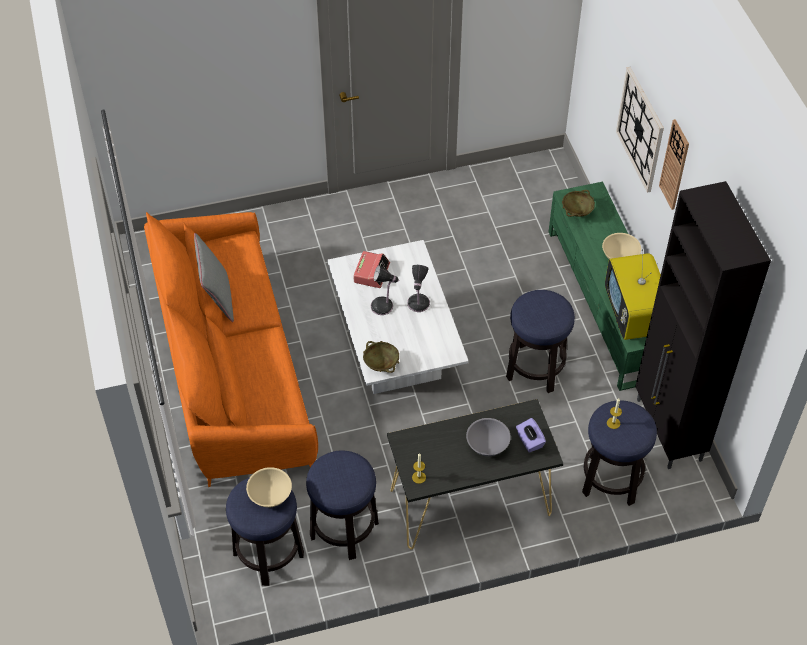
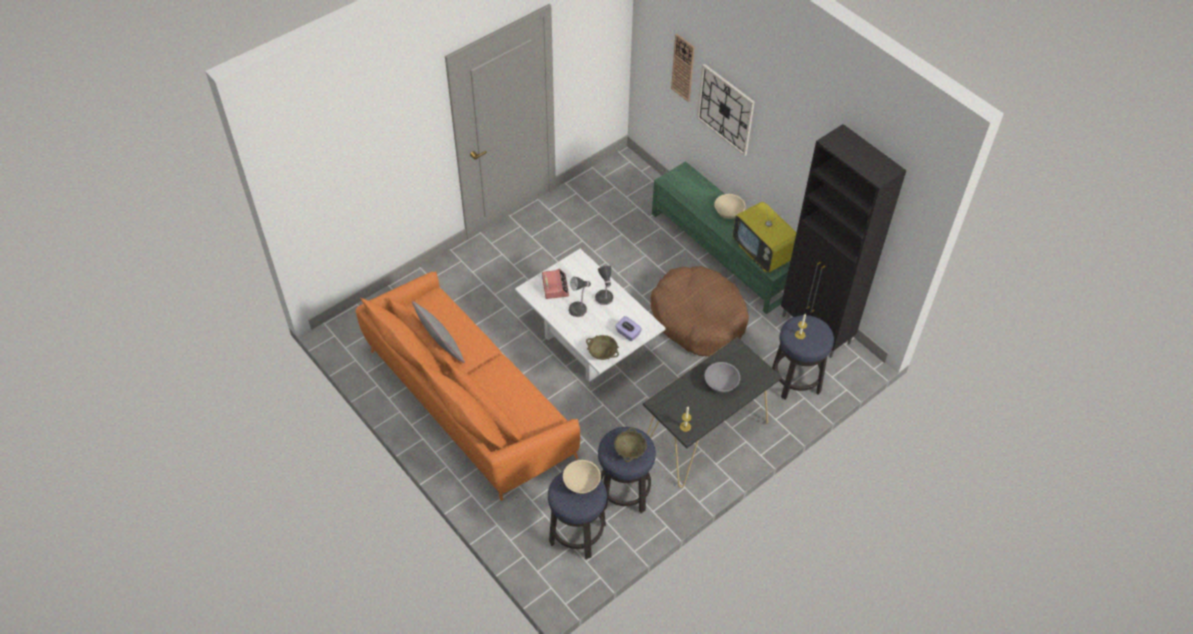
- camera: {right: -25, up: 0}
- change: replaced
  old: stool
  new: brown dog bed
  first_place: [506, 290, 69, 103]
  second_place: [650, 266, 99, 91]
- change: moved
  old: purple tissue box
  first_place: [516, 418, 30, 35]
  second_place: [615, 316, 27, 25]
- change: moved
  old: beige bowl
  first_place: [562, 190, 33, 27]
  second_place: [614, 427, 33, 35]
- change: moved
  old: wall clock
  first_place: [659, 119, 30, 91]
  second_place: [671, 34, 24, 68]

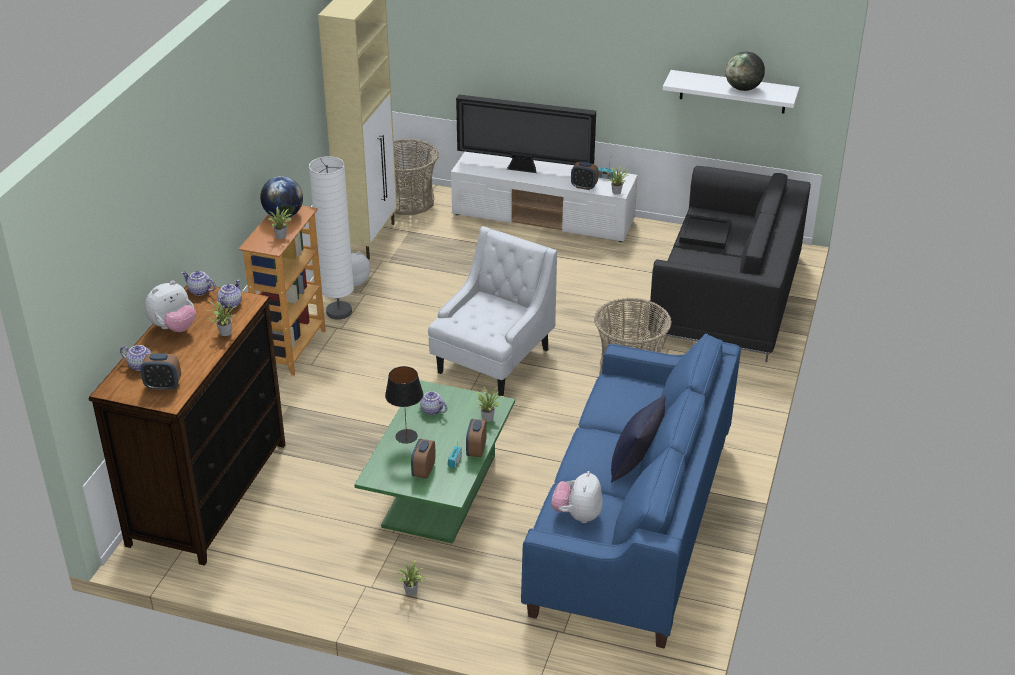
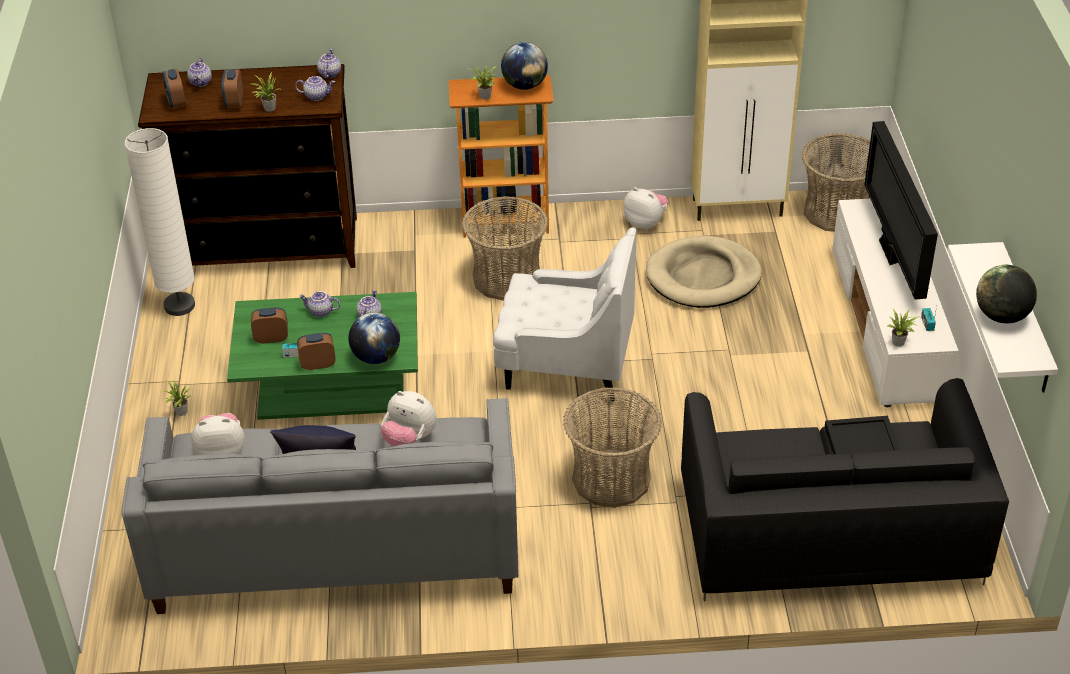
- camera: {right: 70, up: 5}
- change: moved
  old: plush toy
  first_place: [144, 281, 52, 51]
  second_place: [381, 391, 56, 55]
- change: moved
  old: white floor lamp
  first_place: [309, 156, 45, 164]
  second_place: [125, 128, 70, 188]
- change: replaced
  old: black table lamp
  new: teapot
  first_place: [385, 366, 38, 78]
  second_place: [299, 291, 41, 26]
- change: replaced
  old: potted plant
  new: globe
  first_place: [476, 387, 28, 35]
  second_place: [348, 313, 52, 51]
- change: recoloured
  old: blue sofa
  new: grey sofa
  first_place: [521, 333, 220, 316]
  second_place: [122, 397, 397, 217]
- change: moved
  old: alarm clock
  first_place: [571, 162, 27, 28]
  second_place: [221, 69, 22, 39]
- change: added
  new: basket
  second_place: [462, 196, 86, 105]
- change: added
  new: beige dog bed
  second_place: [646, 236, 116, 72]

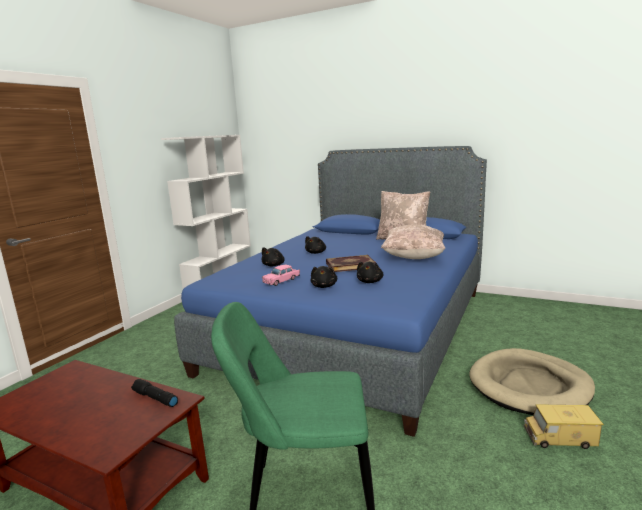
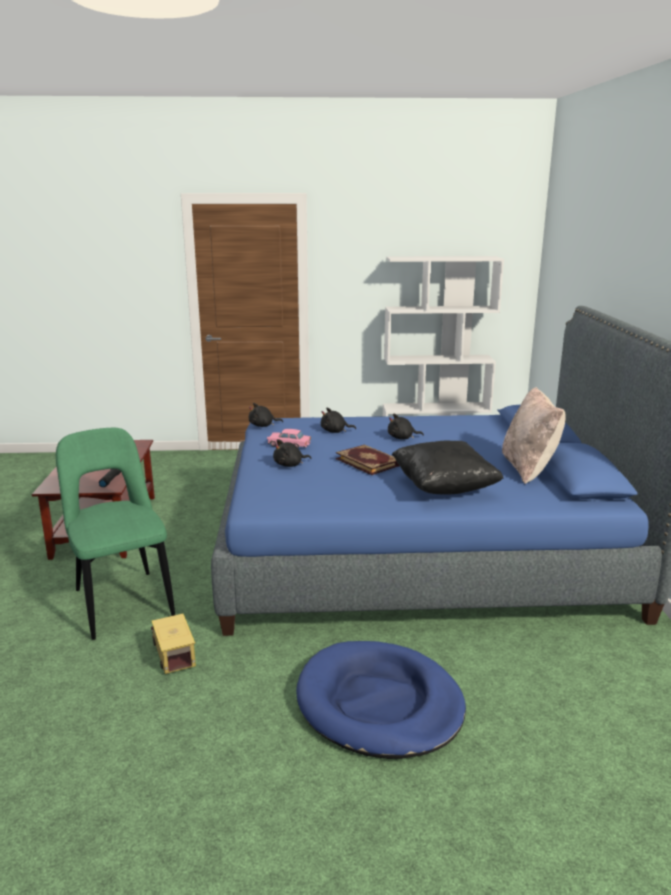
- camera: {right: 60, up: 5}
- change: moved
  old: black plush toy
  first_place: [357, 262, 27, 21]
  second_place: [249, 403, 34, 24]
- change: recoloured
  old: beige pillow
  new: black pillow
  first_place: [381, 225, 64, 34]
  second_place: [392, 440, 111, 54]
- change: recoloured
  old: beige dog bed
  new: blue dog bed
  first_place: [469, 348, 126, 67]
  second_place: [296, 641, 170, 118]
- change: moved
  old: toy truck
  first_place: [524, 404, 80, 45]
  second_place: [151, 614, 45, 60]

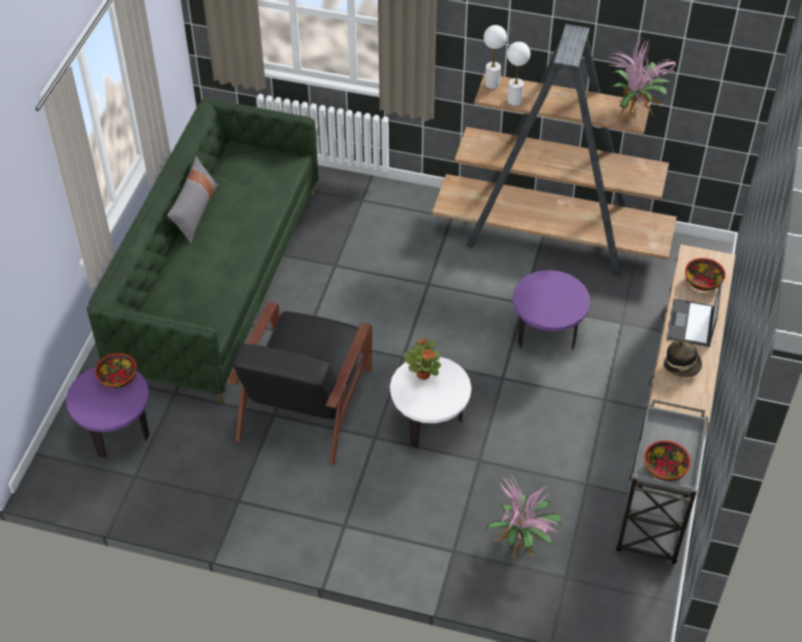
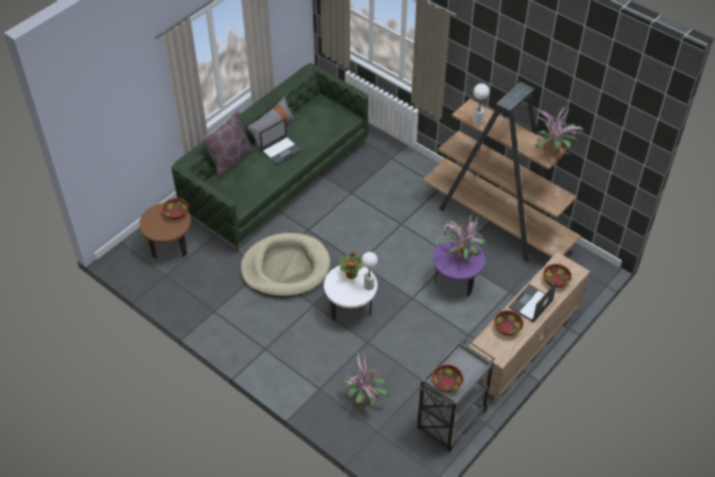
- camera: {right: 25, up: 0}
- change: recoloured
  old: purple side table
  new: brown side table
  first_place: [66, 367, 83, 91]
  second_place: [139, 203, 52, 56]
- change: replaced
  old: black armchair
  new: beige dog bed
  first_place: [227, 302, 145, 163]
  second_place: [240, 233, 90, 65]
- change: moved
  old: white table lamp
  first_place: [484, 25, 23, 64]
  second_place: [362, 252, 16, 38]
- change: replaced
  old: hat
  new: bowl
  first_place: [664, 340, 38, 37]
  second_place: [494, 310, 29, 26]
- change: added
  new: brown pillow
  second_place: [202, 111, 52, 67]
- change: added
  new: laptop
  second_place: [259, 118, 43, 47]
- change: added
  new: potted plant
  second_place: [439, 214, 46, 46]

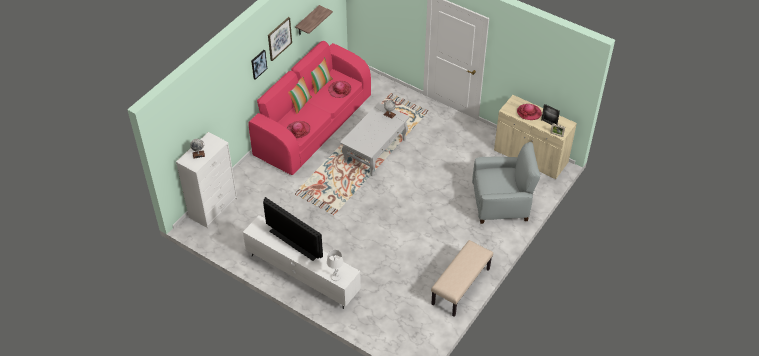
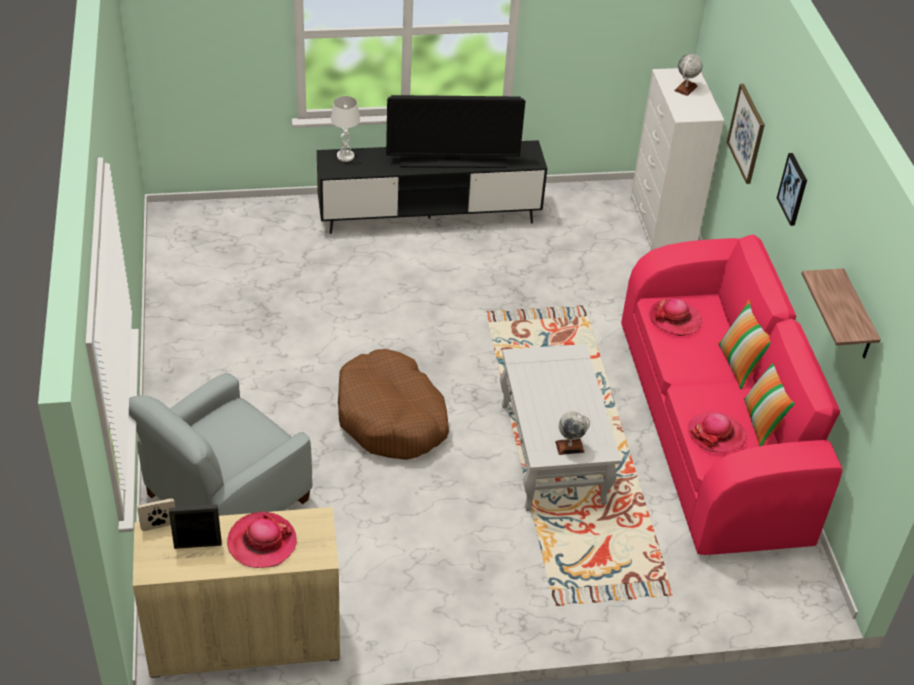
- camera: {right: 135, up: -5}
- change: recoloured
  old: white tv stand
  new: black tv stand
  first_place: [243, 215, 118, 94]
  second_place: [317, 140, 230, 94]
- change: moved
  old: picture
  first_place: [268, 17, 24, 44]
  second_place: [727, 84, 38, 100]
- change: removed
  old: beige bench
  first_place: [431, 240, 62, 77]
- change: added
  new: brown dog bed
  second_place: [338, 349, 111, 111]

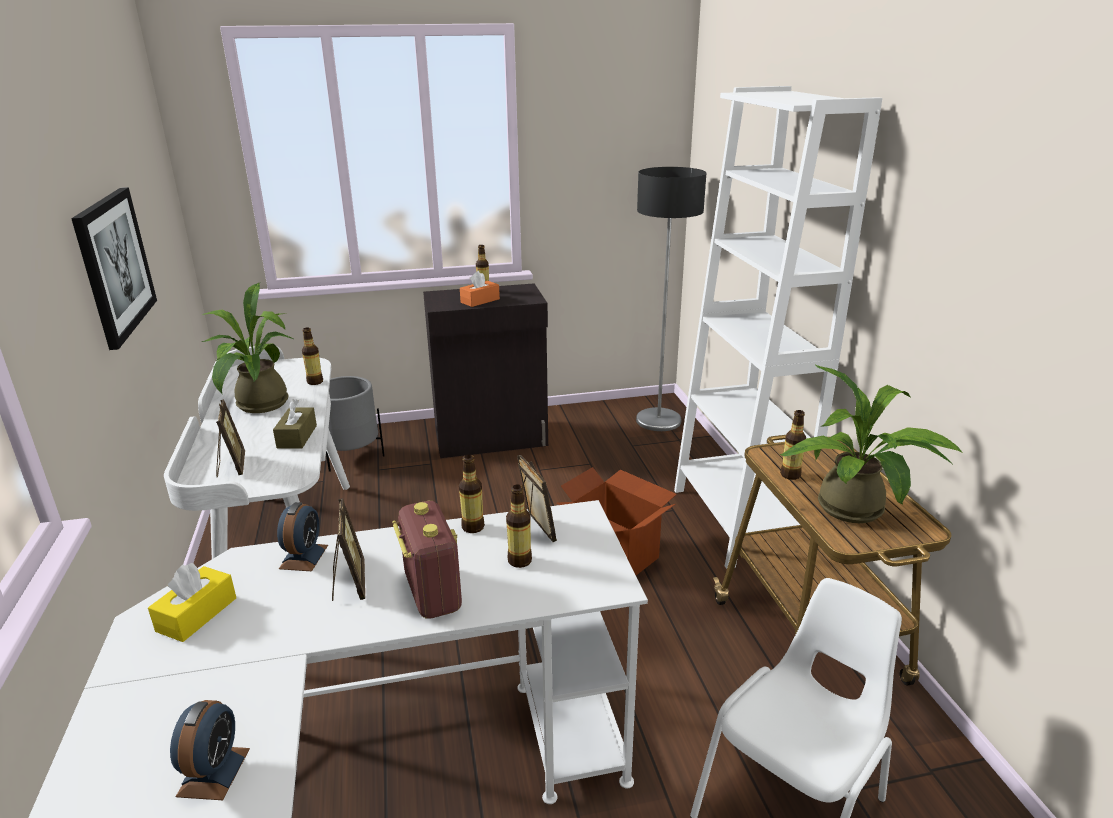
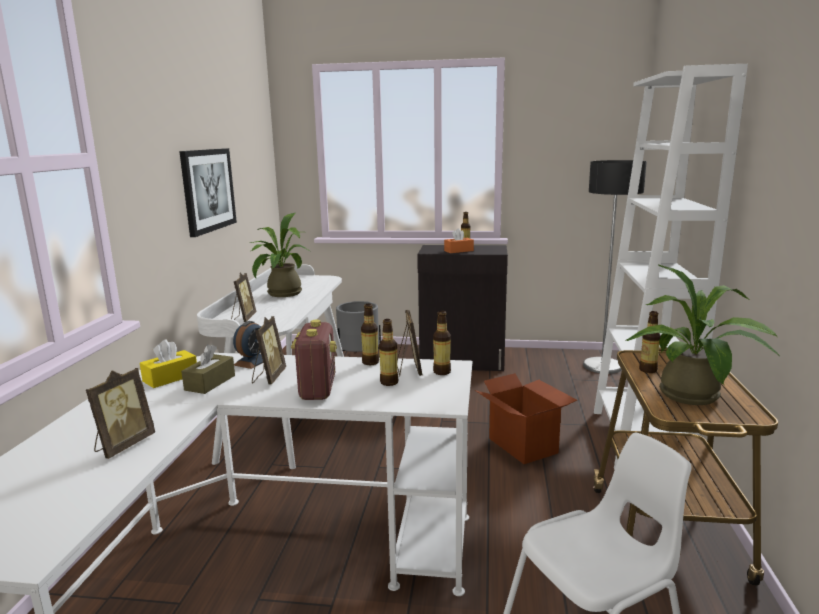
- camera: {right: 20, up: -10}
- change: replaced
  old: alarm clock
  new: picture frame
  first_place: [170, 700, 80, 100]
  second_place: [86, 368, 69, 91]
- change: moved
  old: brown tissue box
  first_place: [273, 399, 44, 50]
  second_place: [181, 344, 54, 50]
- change: moved
  old: bottle
  first_place: [302, 327, 21, 58]
  second_place: [433, 311, 18, 64]

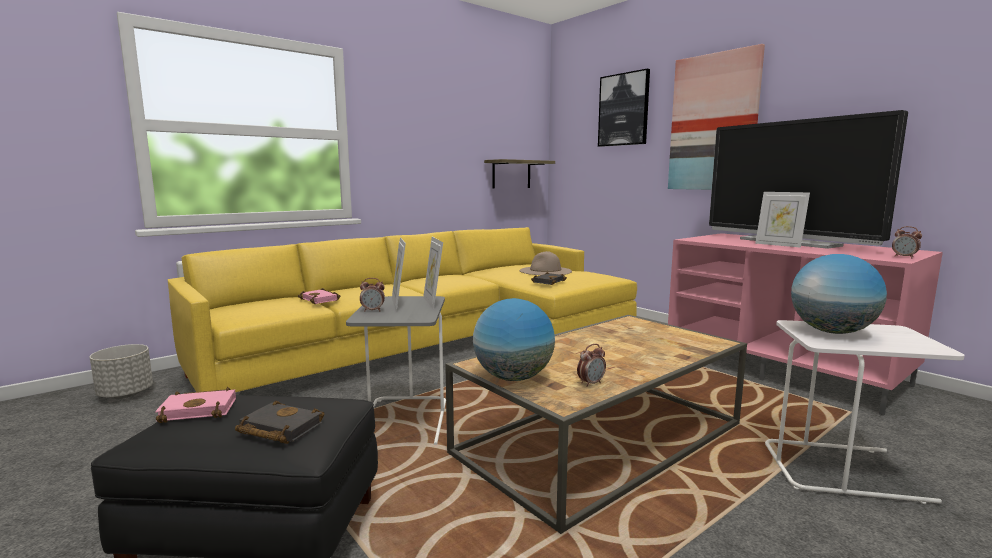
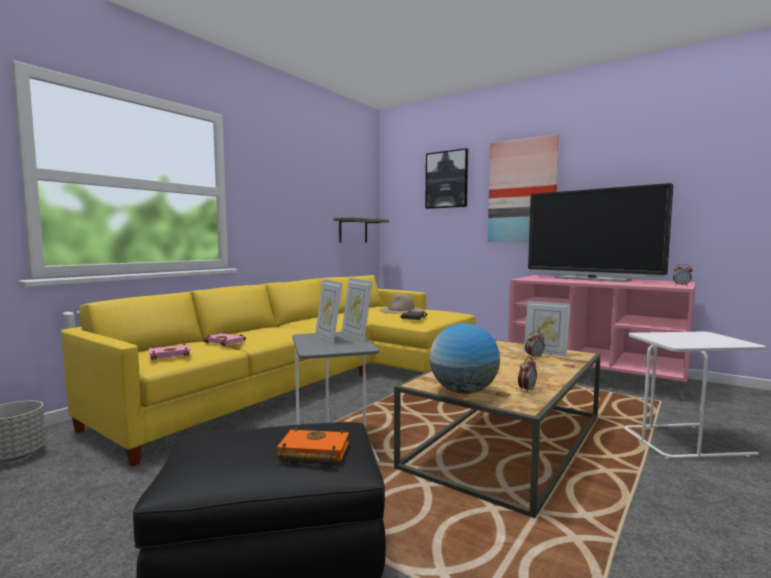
- camera: {right: -15, up: -5}
- change: moved
  old: pink book
  first_place: [155, 387, 81, 36]
  second_place: [149, 343, 42, 18]
- change: recoloured
  old: black book
  new: orange book
  first_place: [235, 401, 89, 43]
  second_place: [277, 427, 72, 36]
- change: moved
  old: alarm clock
  first_place: [360, 278, 25, 34]
  second_place: [525, 331, 20, 27]
- change: moved
  old: picture frame
  first_place: [755, 192, 55, 56]
  second_place: [524, 301, 46, 56]
- change: removed
  old: globe
  first_place: [791, 254, 96, 80]

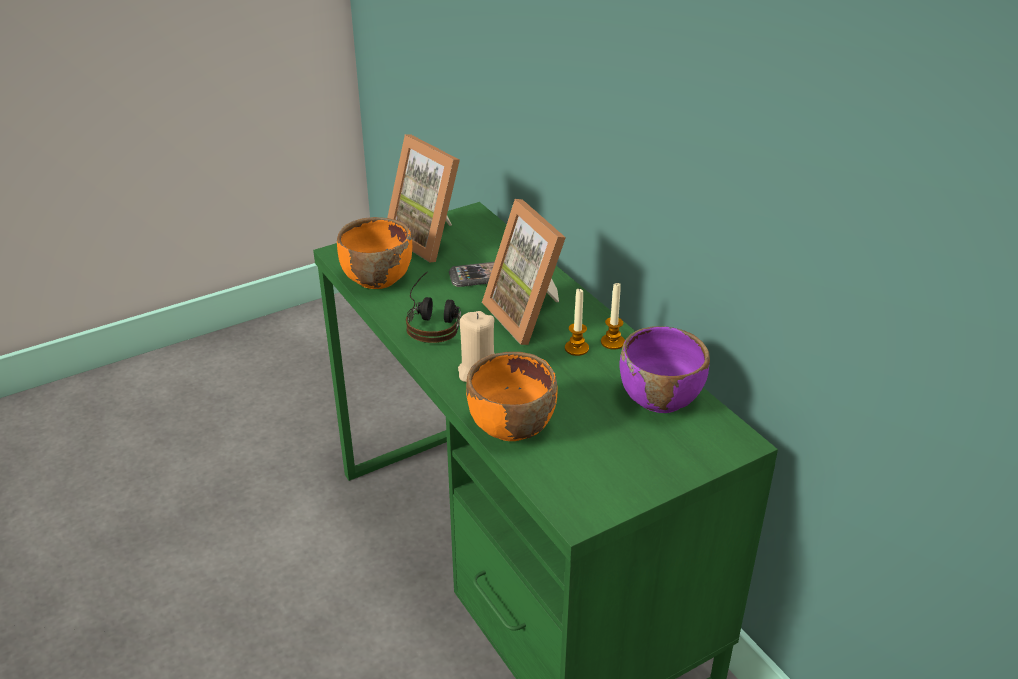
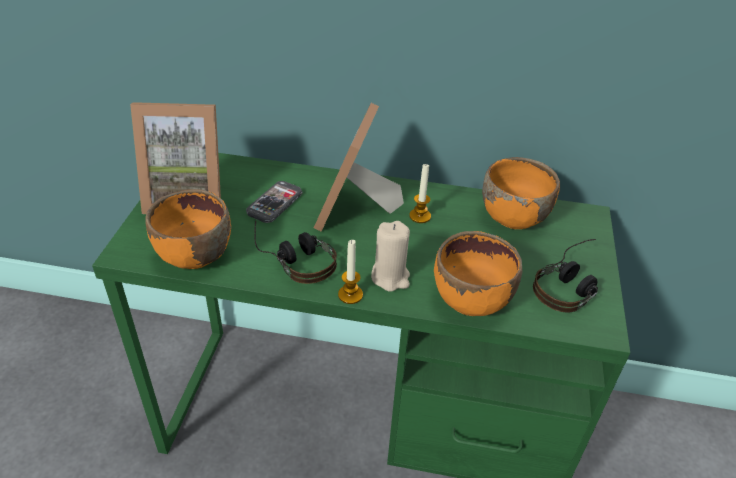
- camera: {right: -50, up: 5}
- change: turned
  old: picture frame
  first_place: [482, 199, 84, 146]
  second_place: [314, 103, 90, 129]
  degrees: 90
- change: moved
  old: candle
  first_place: [601, 283, 24, 66]
  second_place: [338, 240, 25, 64]
- change: recoloured
  old: purple bowl
  new: orange bowl
  first_place: [619, 326, 91, 87]
  second_place: [482, 157, 78, 72]
- change: added
  new: headphones
  second_place: [533, 239, 65, 74]

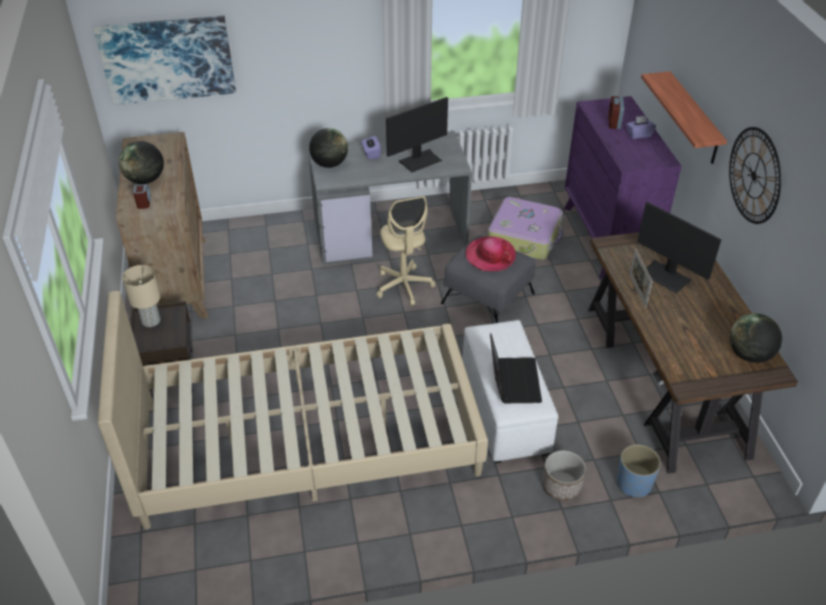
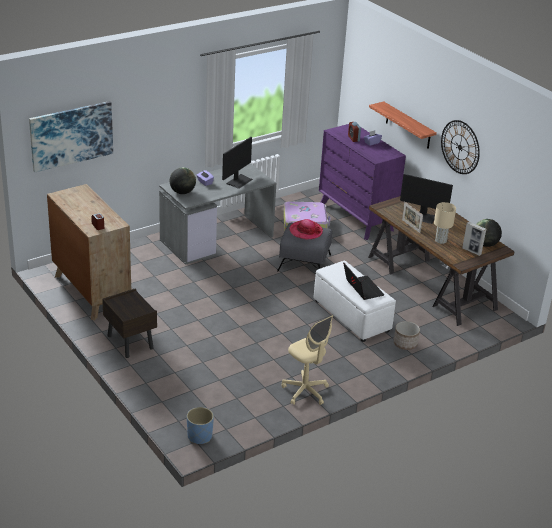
- camera: {right: -25, up: -10}
- change: removed
  old: beige bed
  first_place: [98, 291, 390, 238]
- change: removed
  old: globe
  first_place: [119, 141, 45, 43]
- change: moved
  old: beige table lamp
  first_place: [122, 265, 39, 62]
  second_place: [434, 202, 22, 42]
- change: moved
  old: beige office chair
  first_place: [377, 196, 58, 110]
  second_place: [282, 315, 51, 90]
- change: moved
  old: blue planter
  first_place: [617, 444, 44, 54]
  second_place: [187, 407, 27, 37]
- change: added
  new: picture frame
  second_place: [462, 222, 24, 34]

